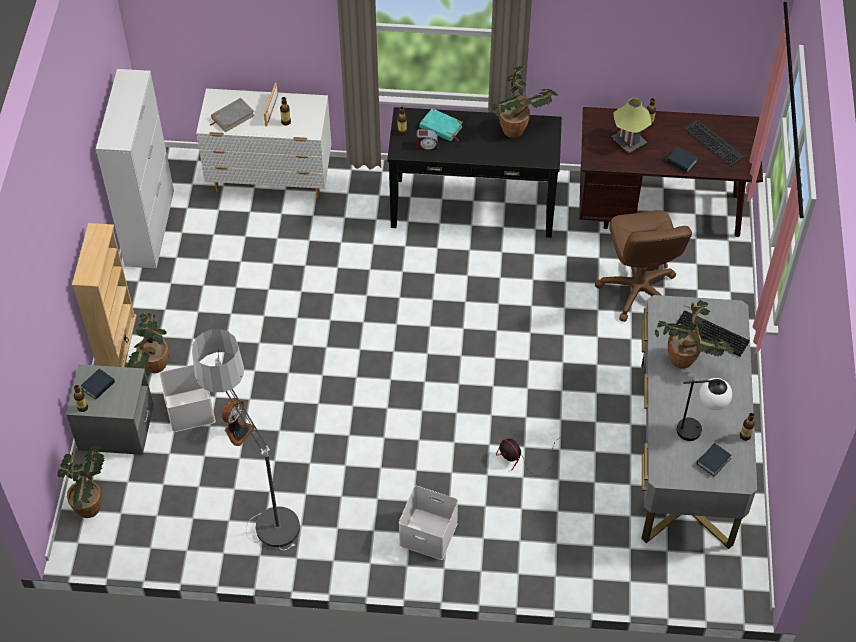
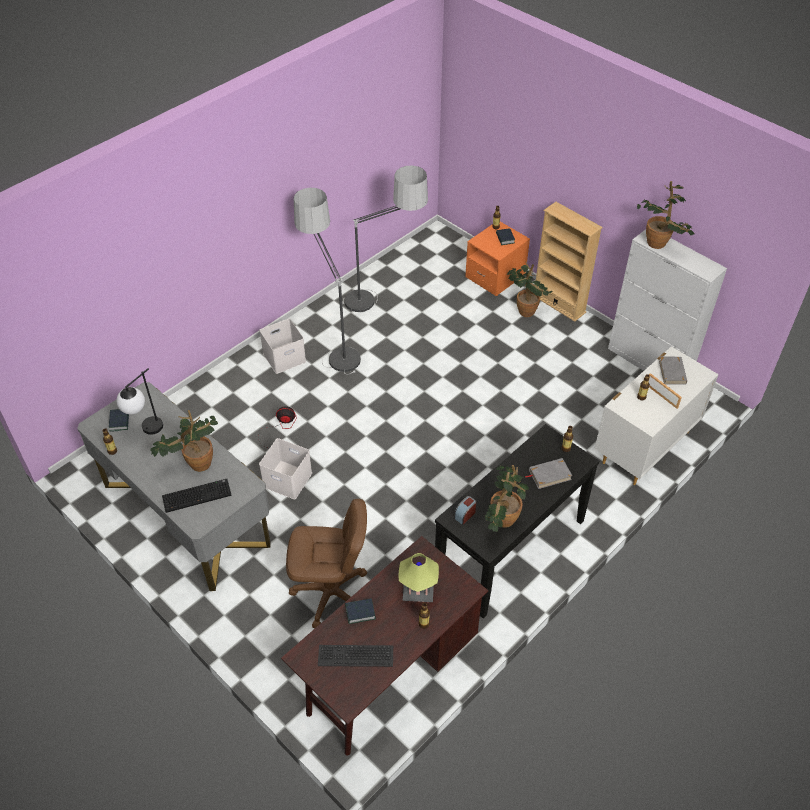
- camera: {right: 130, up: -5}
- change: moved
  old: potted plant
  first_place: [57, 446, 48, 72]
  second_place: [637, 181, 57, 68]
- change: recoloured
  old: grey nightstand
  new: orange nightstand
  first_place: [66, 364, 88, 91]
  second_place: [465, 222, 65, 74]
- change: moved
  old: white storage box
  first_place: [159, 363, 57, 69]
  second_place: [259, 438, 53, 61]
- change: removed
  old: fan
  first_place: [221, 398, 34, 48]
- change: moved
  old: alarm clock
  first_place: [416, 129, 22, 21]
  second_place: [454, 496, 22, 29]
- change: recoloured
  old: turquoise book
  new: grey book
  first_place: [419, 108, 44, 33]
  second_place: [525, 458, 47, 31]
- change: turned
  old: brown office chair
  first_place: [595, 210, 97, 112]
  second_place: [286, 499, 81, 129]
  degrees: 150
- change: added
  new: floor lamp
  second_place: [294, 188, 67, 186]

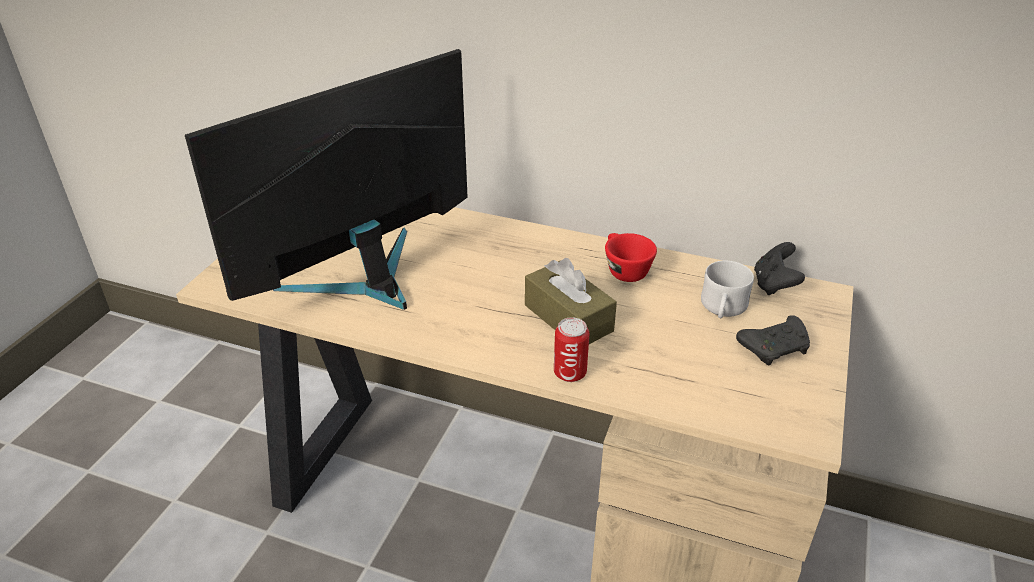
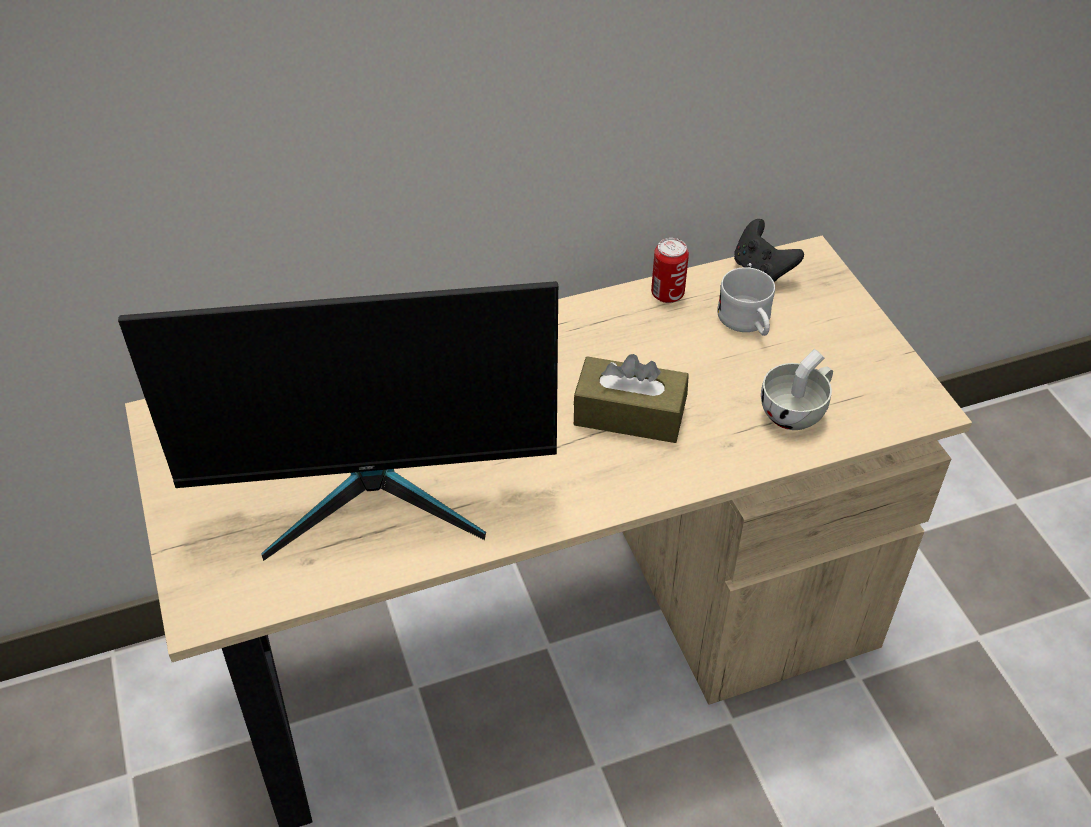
- camera: {right: -40, up: 10}
- change: turned
  old: monitor
  first_place: [185, 49, 283, 261]
  second_place: [118, 281, 440, 280]
  degrees: -105
- change: moved
  old: can
  first_place: [554, 317, 35, 65]
  second_place: [651, 238, 38, 65]
- change: removed
  old: red cup
  first_place: [605, 233, 52, 49]
- change: removed
  old: black game controller
  first_place: [736, 315, 74, 50]
- change: added
  new: white cup
  second_place: [761, 349, 72, 81]

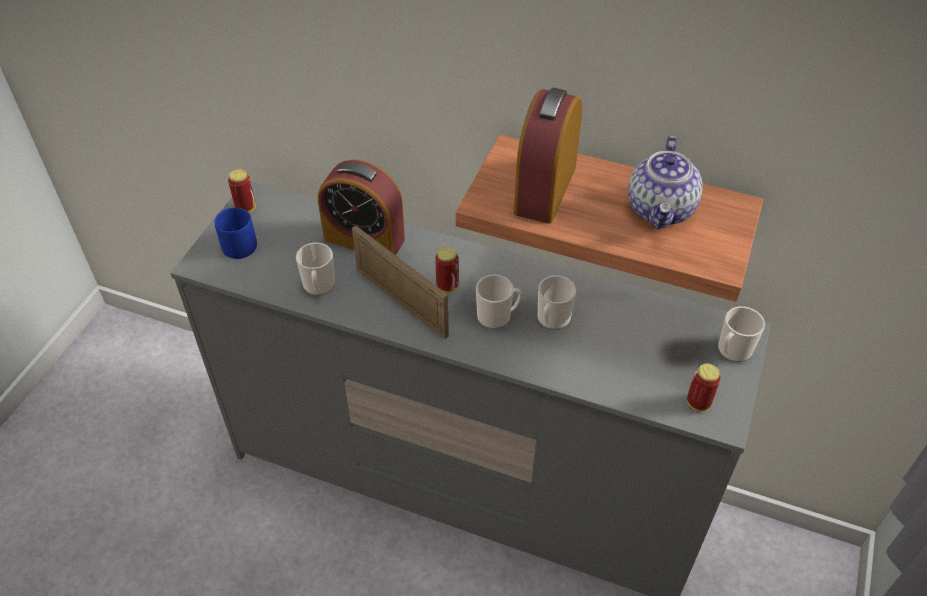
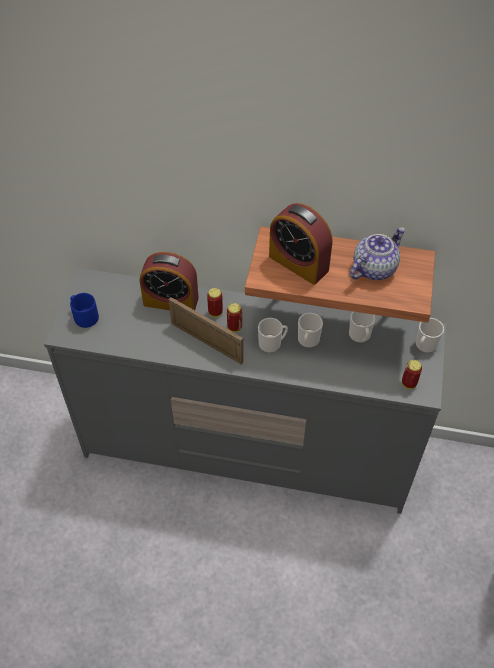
- camera: {right: -10, up: 5}
- change: moved
  old: can
  first_place: [228, 169, 28, 43]
  second_place: [207, 288, 16, 29]
- change: moved
  old: mug
  first_place: [296, 242, 39, 54]
  second_place: [349, 311, 26, 32]
- change: turned
  old: alarm clock
  first_place: [514, 88, 68, 136]
  second_place: [269, 203, 63, 82]
  degrees: -60
- change: turned
  old: teapot
  first_place: [628, 136, 75, 93]
  second_place: [350, 227, 55, 53]
  degrees: -135

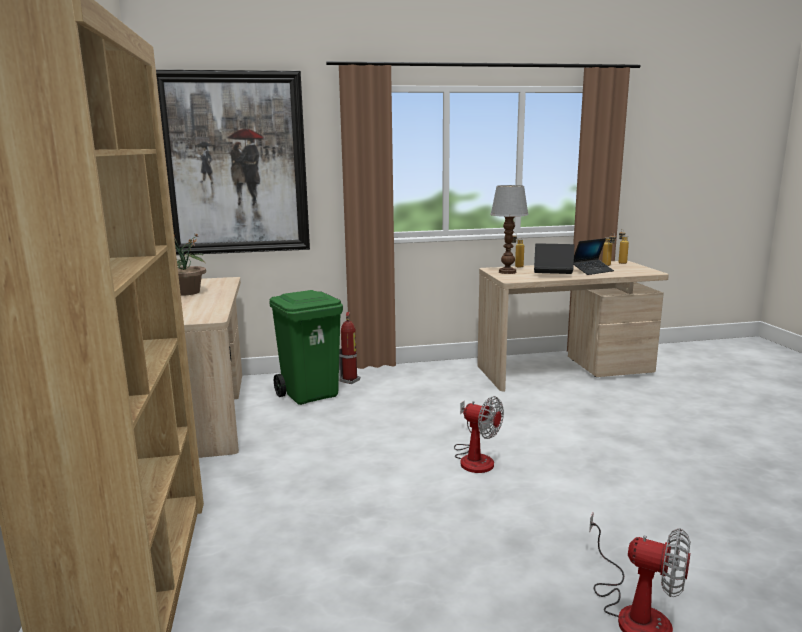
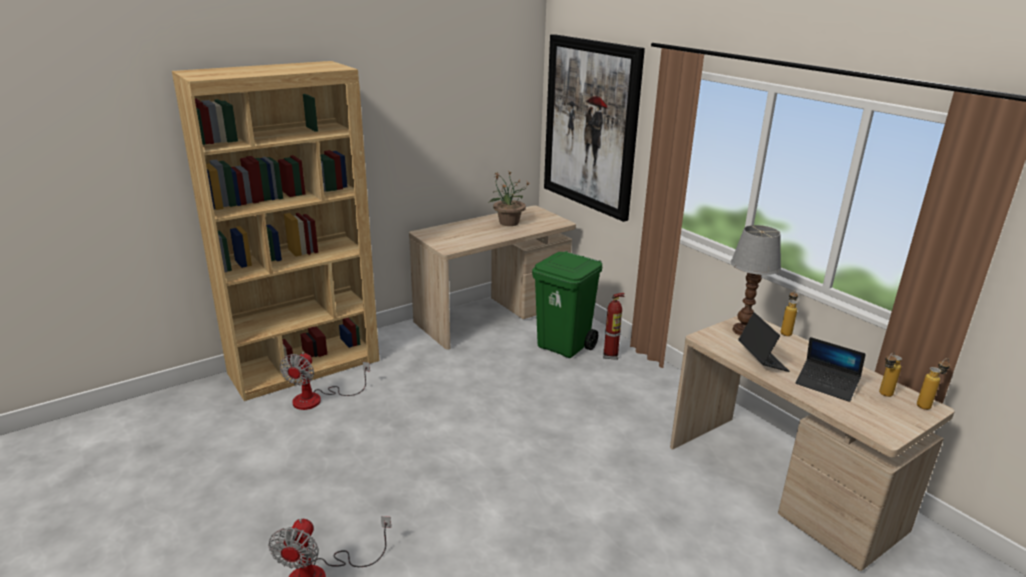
- camera: {right: 65, up: 10}
- change: moved
  old: fan
  first_place: [454, 396, 50, 77]
  second_place: [280, 352, 90, 58]

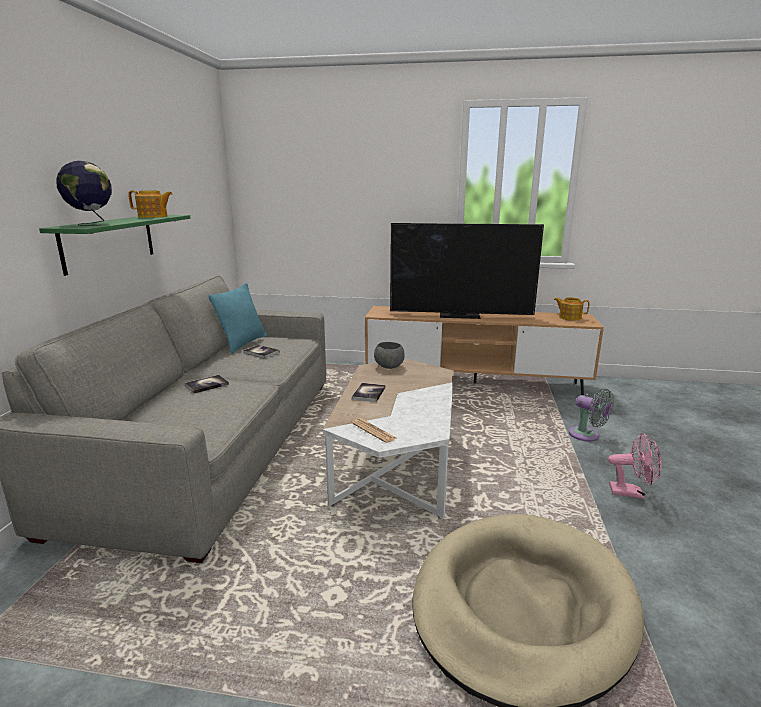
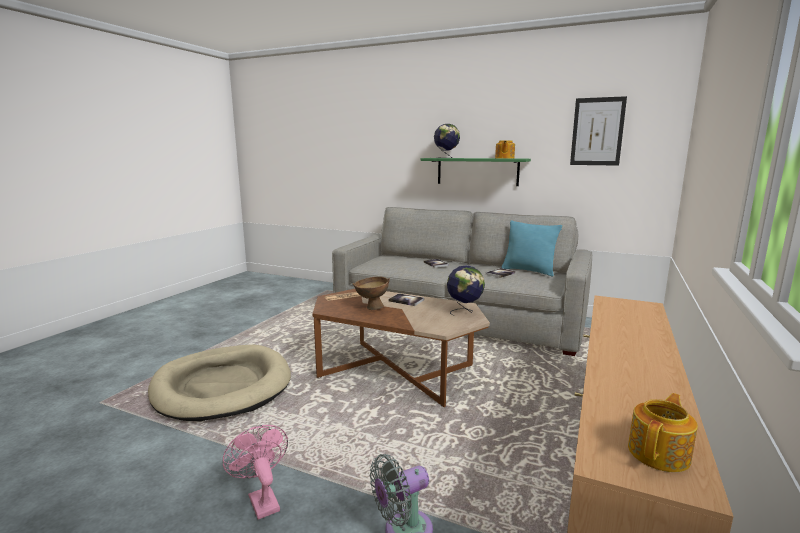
- camera: {right: 105, up: -5}
- change: recoloured
  old: white coffee table
  new: brown coffee table
  first_place: [322, 359, 132, 160]
  second_place: [312, 289, 178, 118]
- change: replaced
  old: grey bowl
  new: globe
  first_place: [374, 342, 31, 27]
  second_place: [447, 265, 38, 51]
- change: removed
  old: television
  first_place: [390, 223, 154, 96]
- change: turned
  old: pink fan
  first_place: [608, 433, 54, 66]
  second_place: [223, 425, 65, 95]
  degrees: 120
- change: added
  new: brown bowl
  second_place: [353, 277, 37, 33]
- change: added
  new: picture
  second_place: [570, 96, 57, 70]

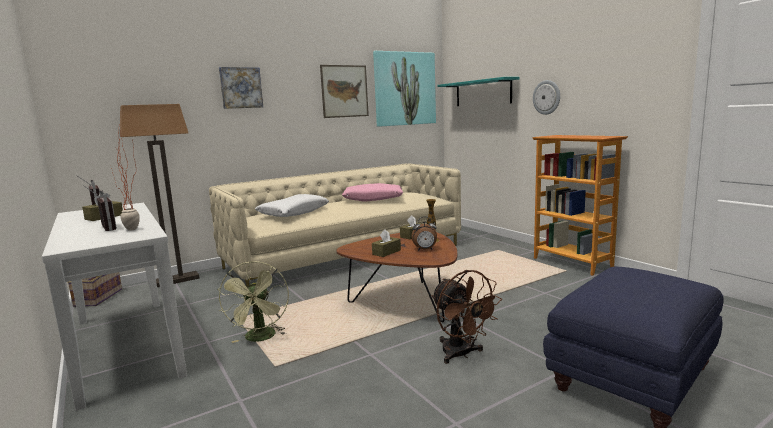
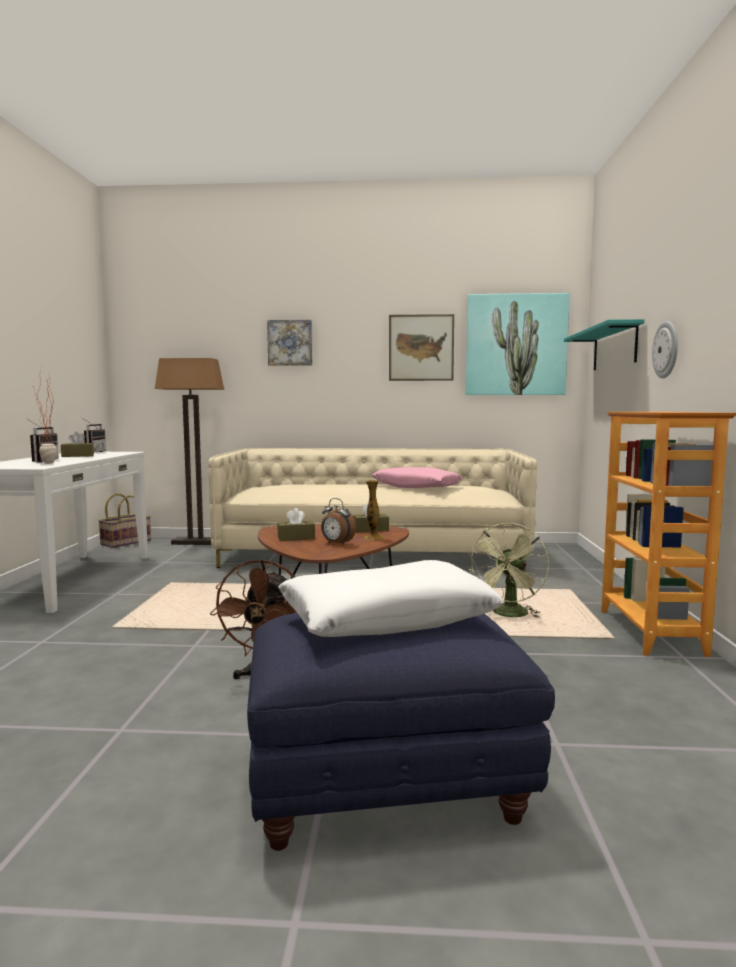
- camera: {right: 35, up: -5}
- change: moved
  old: green fan
  first_place: [217, 261, 72, 82]
  second_place: [468, 523, 81, 95]
- change: moved
  old: white pillow
  first_place: [255, 194, 74, 23]
  second_place: [279, 560, 225, 77]

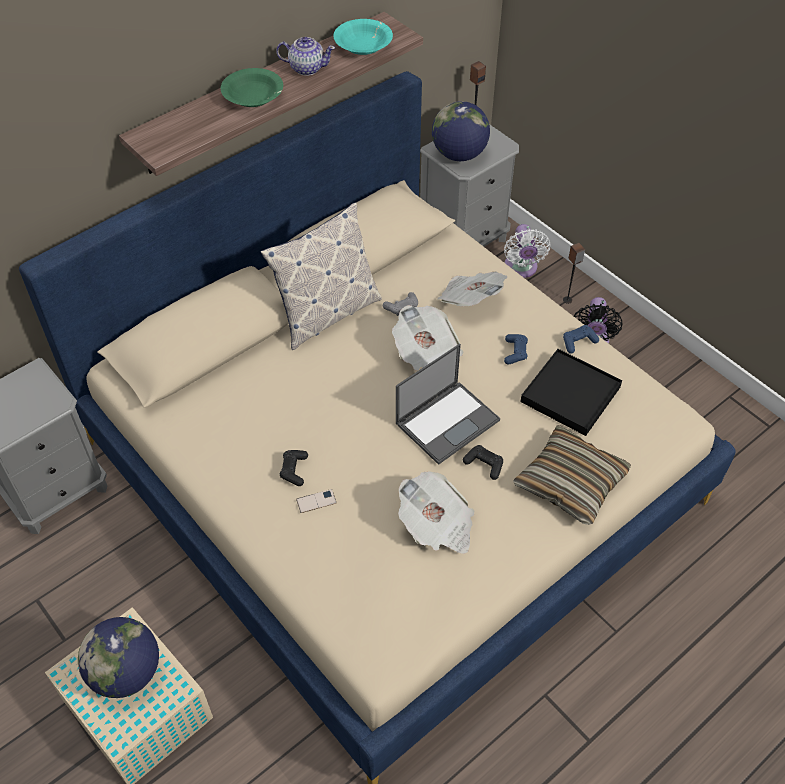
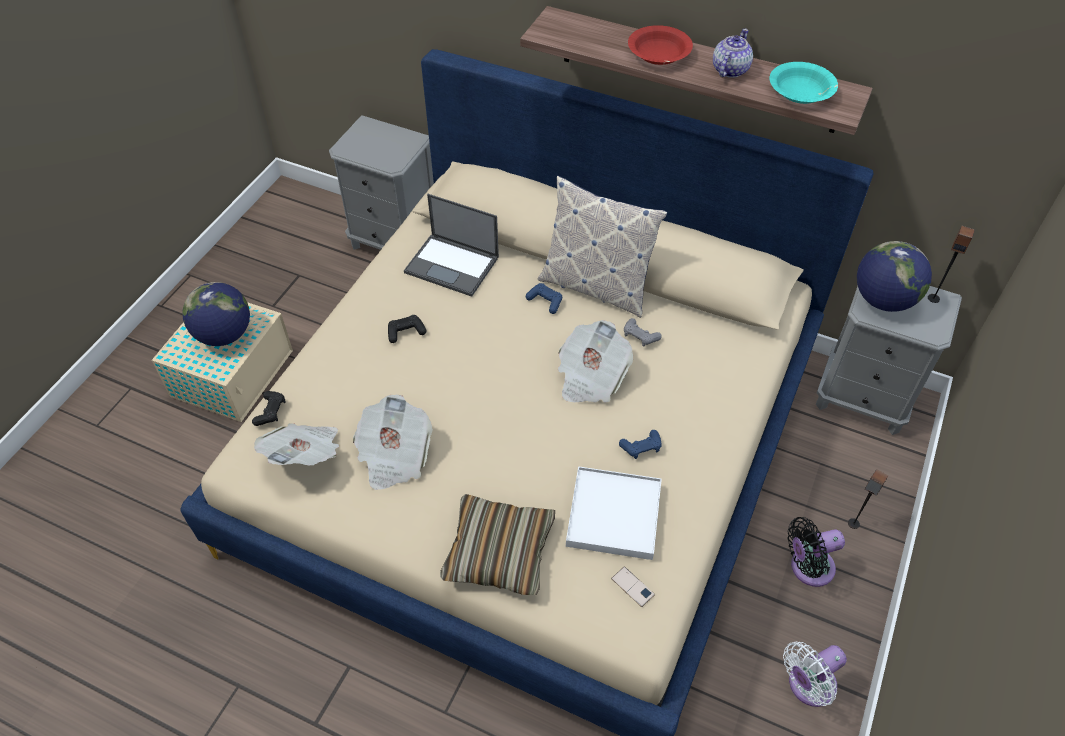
- camera: {right: 65, up: 0}
- change: recoloured
  old: green bowl
  new: red bowl
  first_place: [221, 68, 62, 39]
  second_place: [628, 25, 65, 40]
- change: turned
  old: teapot
  first_place: [276, 37, 59, 39]
  second_place: [713, 29, 40, 49]
  degrees: -135
- change: moved
  old: phone
  first_place: [296, 489, 41, 24]
  second_place: [611, 567, 44, 40]
- change: moved
  old: laptop
  first_place: [396, 344, 104, 121]
  second_place: [404, 194, 95, 103]
- change: moved
  old: newspaper
  first_place: [437, 272, 70, 35]
  second_place: [254, 423, 85, 43]
- change: moved
  old: black game controller
  first_place: [463, 445, 40, 35]
  second_place: [252, 391, 33, 35]
- change: moved
  old: white fan
  first_place: [504, 224, 46, 54]
  second_place: [783, 642, 64, 65]
- change: recoloured
  old: black tray
  new: white tray
  first_place: [520, 349, 102, 87]
  second_place: [566, 466, 96, 94]
- change: moved
  old: blue game controller
  first_place: [563, 325, 36, 29]
  second_place: [526, 283, 36, 31]

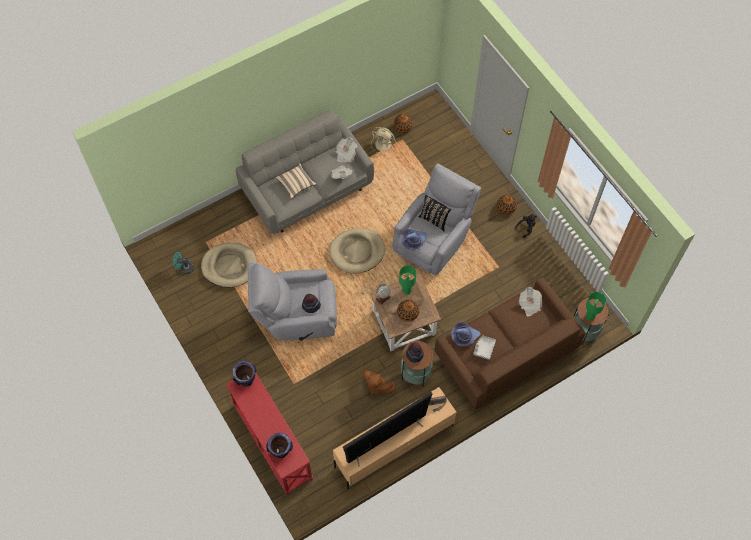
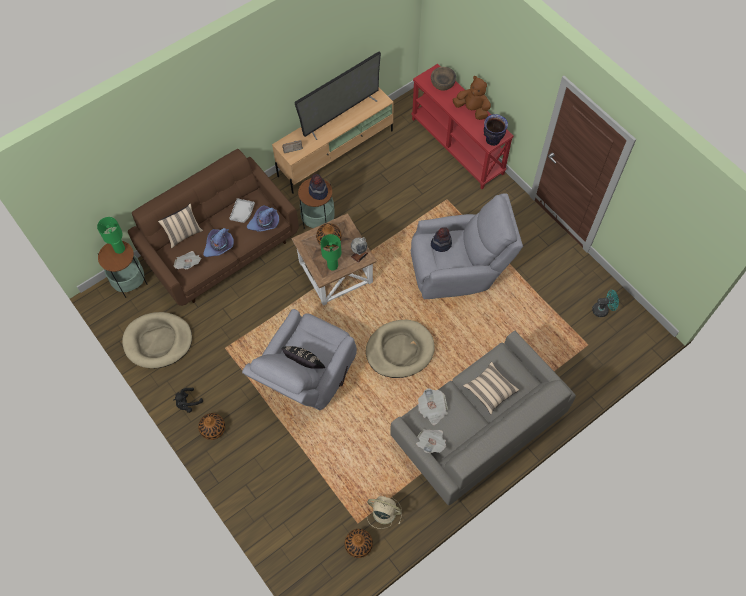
- camera: {right: 175, up: 0}
- change: moved
  old: beige dog bed
  first_place: [201, 242, 56, 45]
  second_place: [122, 312, 70, 56]
- change: replaced
  old: vase
  new: brown bowl
  first_place: [266, 433, 27, 25]
  second_place: [431, 67, 25, 24]
- change: moved
  old: brown plush toy
  first_place: [364, 370, 32, 25]
  second_place: [453, 76, 38, 44]
- change: moved
  old: purple hat
  first_place: [401, 229, 26, 21]
  second_place: [203, 228, 31, 29]
- change: added
  new: beige pillow
  second_place: [158, 203, 45, 45]

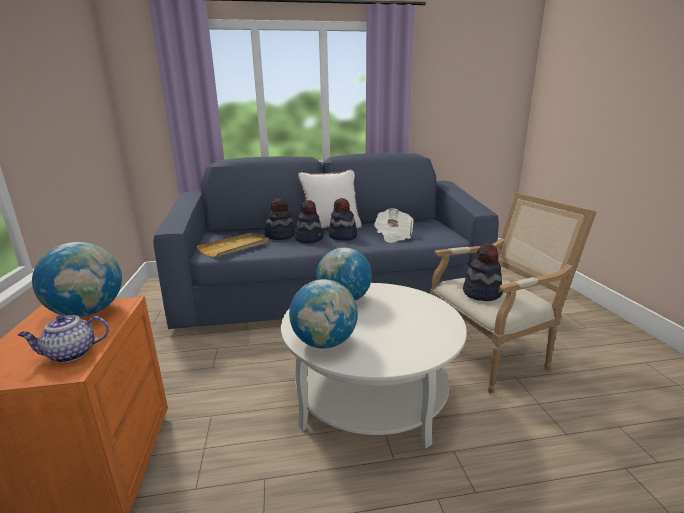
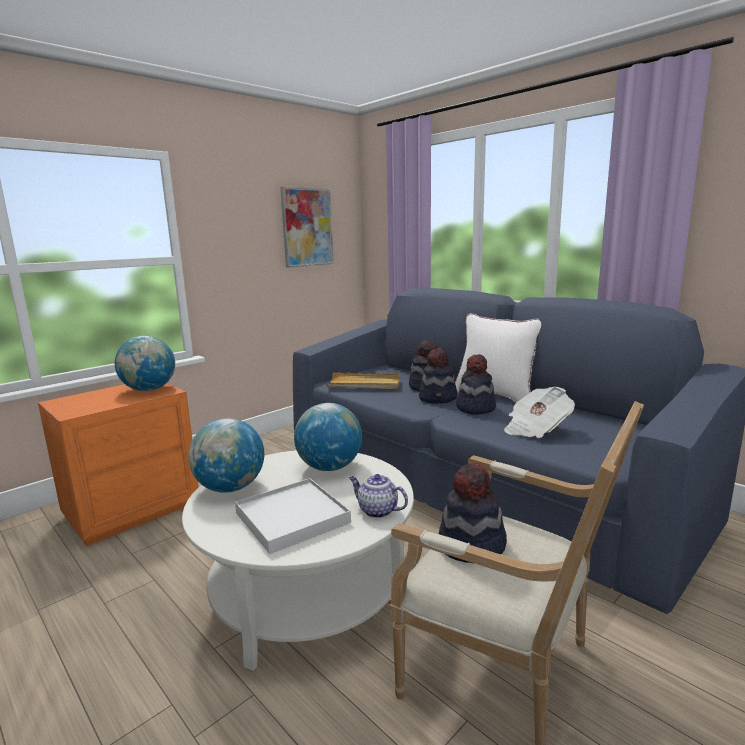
- camera: {right: 55, up: -5}
- change: moved
  old: teapot
  first_place: [18, 314, 91, 49]
  second_place: [349, 474, 59, 44]
- change: added
  new: white tray
  second_place: [235, 478, 116, 76]
- change: added
  new: picture
  second_place: [280, 187, 54, 81]

